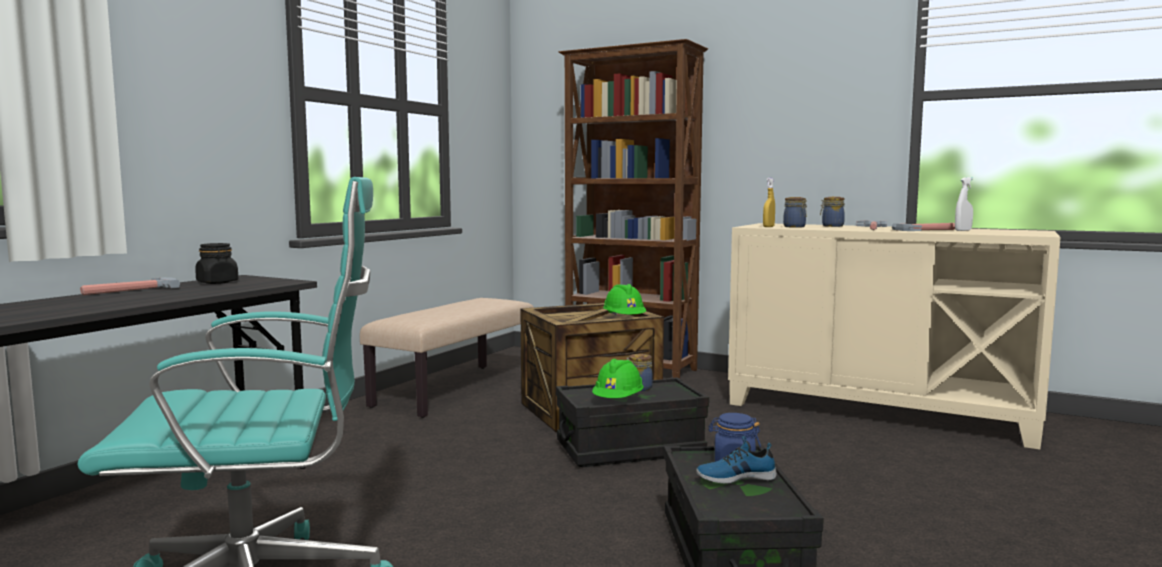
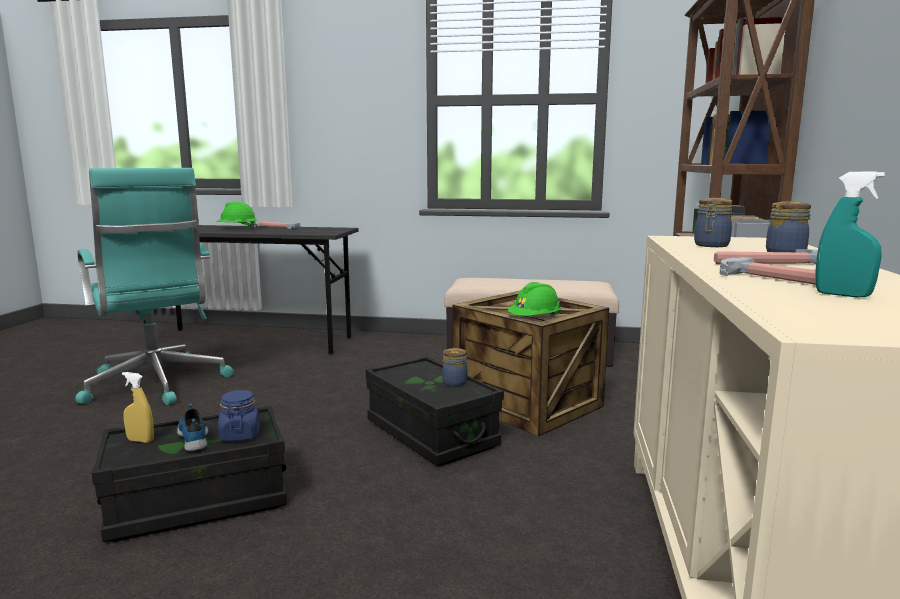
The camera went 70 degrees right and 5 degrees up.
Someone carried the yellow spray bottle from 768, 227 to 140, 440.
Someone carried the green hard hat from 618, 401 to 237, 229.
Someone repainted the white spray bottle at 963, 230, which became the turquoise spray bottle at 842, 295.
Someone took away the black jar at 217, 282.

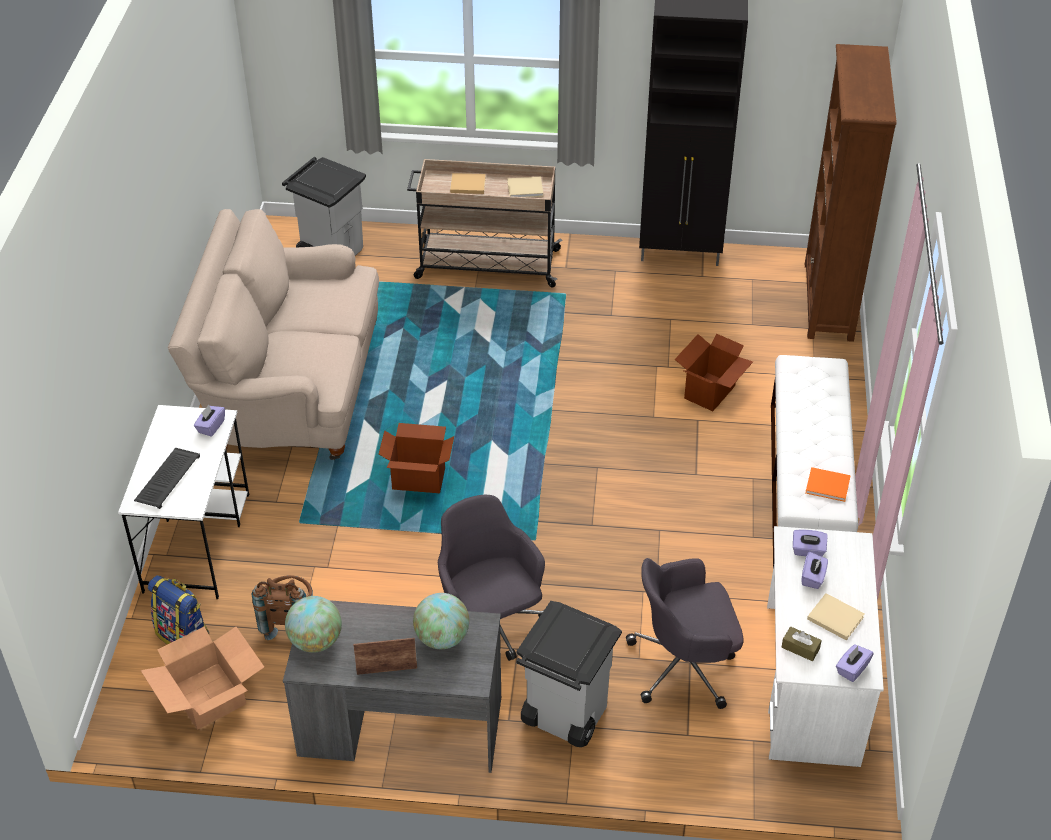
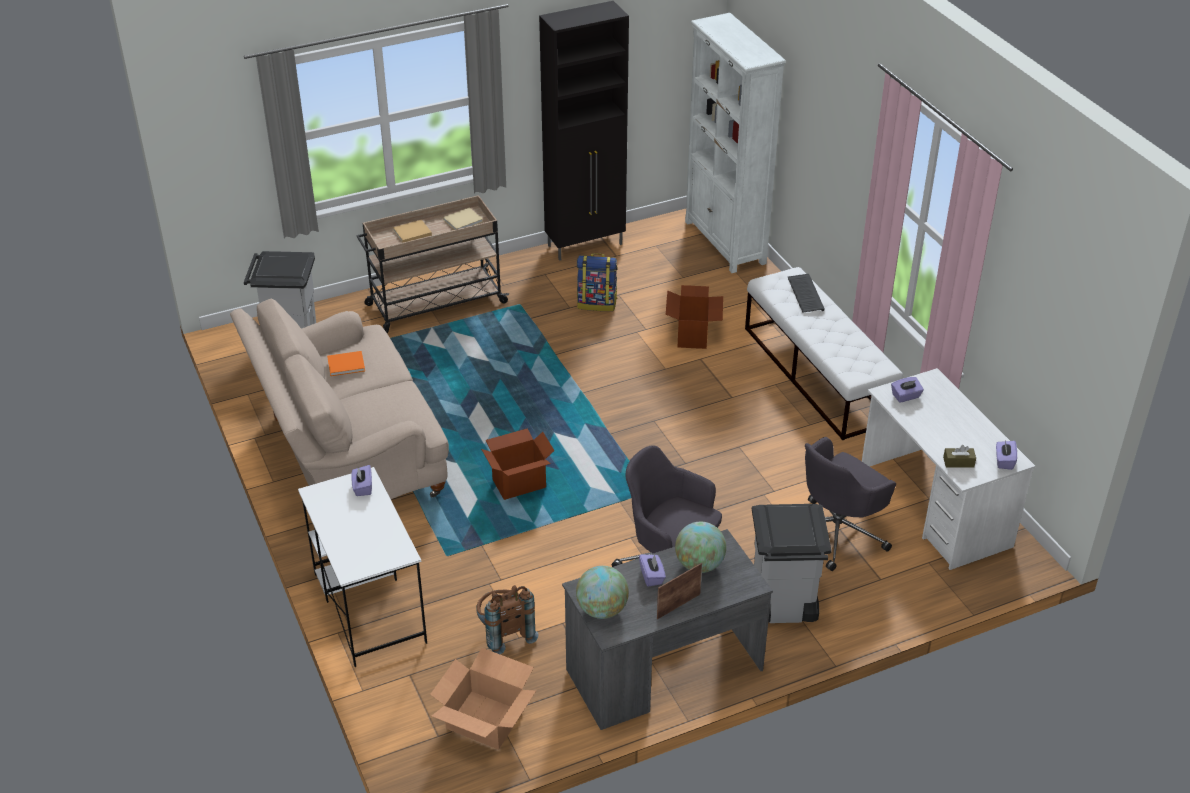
The camera went 30 degrees left and 5 degrees down.
Someone carried the orange book from 829, 486 to 347, 364.
Someone carried the backpack from 184, 636 to 597, 303.
Someone carried the purple tissue box from 813, 578 to 652, 576.
Someone repainted the brown bookcase at 828, 302, which became the white bookcase at 725, 243.
Someone carried the keyboard from 167, 478 to 804, 294.
Someone took away the beige book at 834, 617.

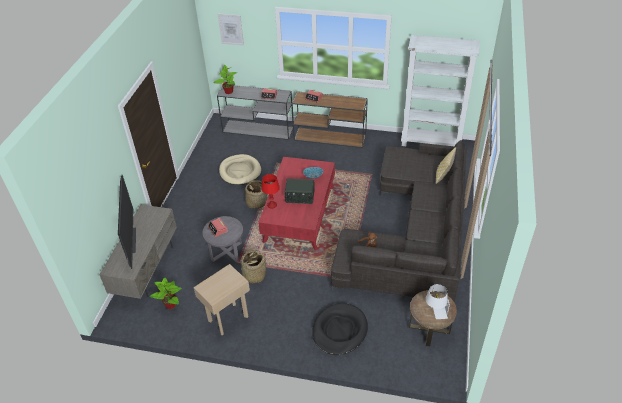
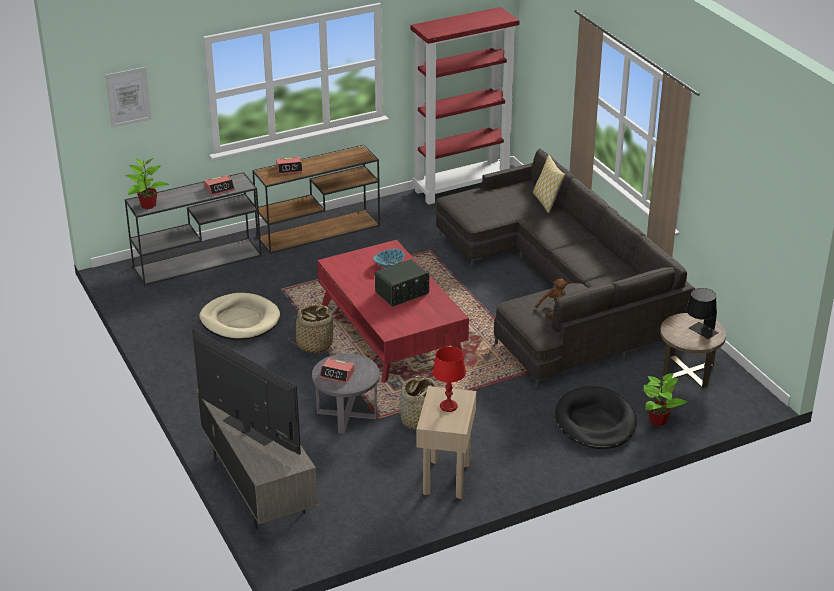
The camera went 40 degrees left and 10 degrees down.
Someone repainted the white bookcase at 431, 143, which became the red bookcase at 462, 187.
Someone carried the red table lamp from 272, 205 to 448, 406.
Someone carried the potted plant from 171, 305 to 658, 420.
Someone repainted the white table lamp at 435, 311, which became the black table lamp at 699, 332.

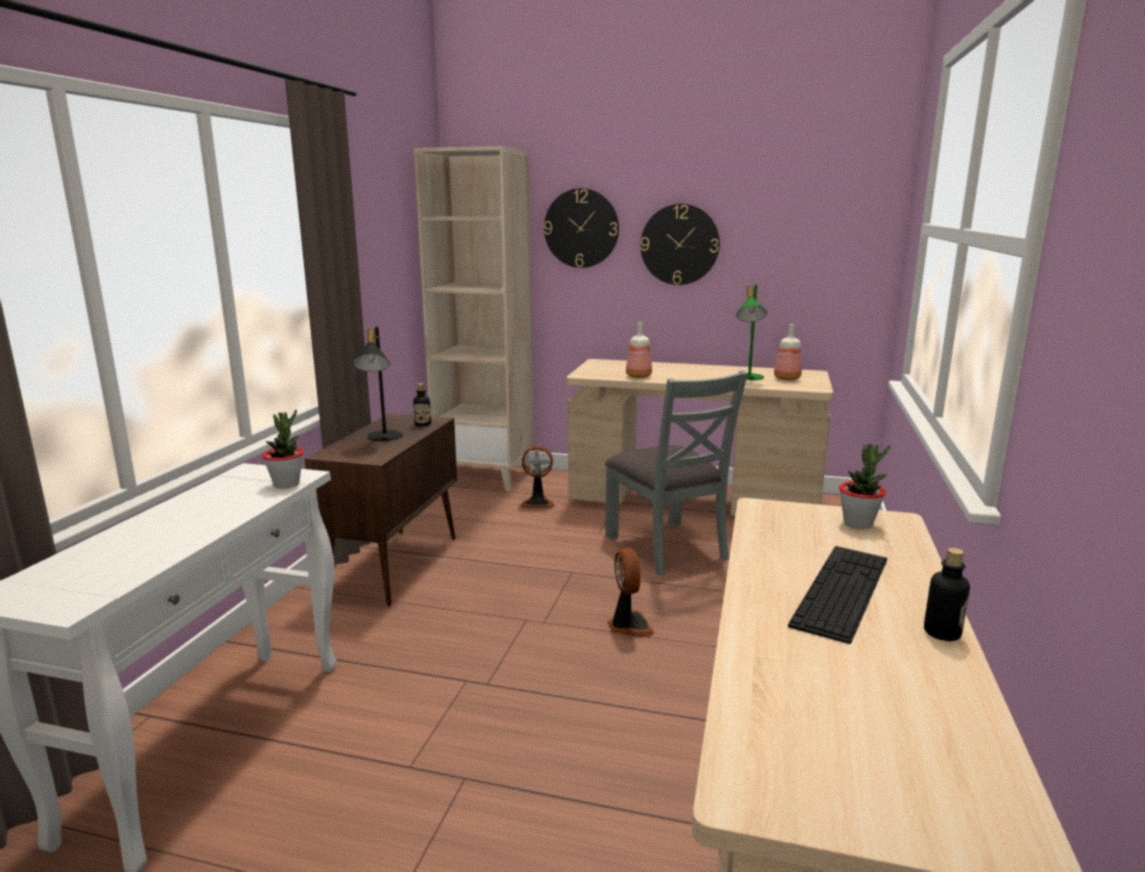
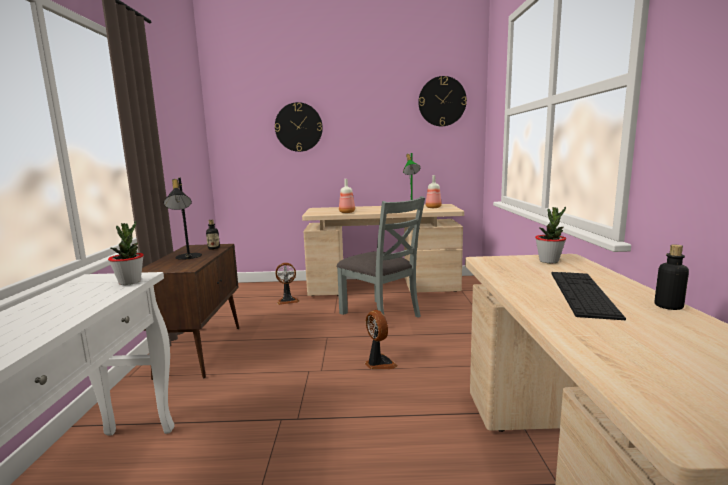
The camera went 15 degrees left and 5 degrees down.
Someone carried the wall clock from 679, 244 to 442, 101.
Someone took away the beige bookcase at 486, 477.

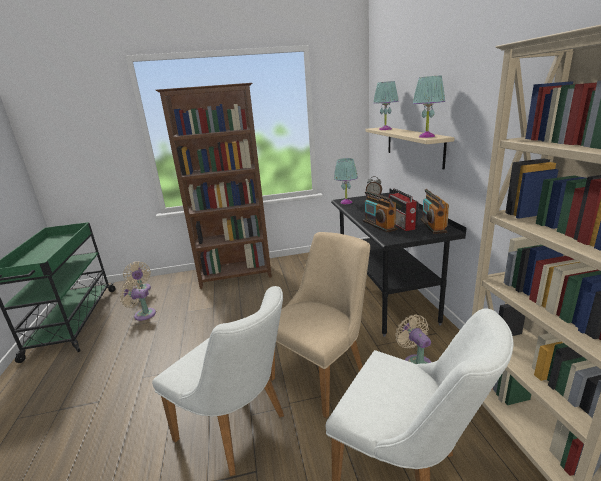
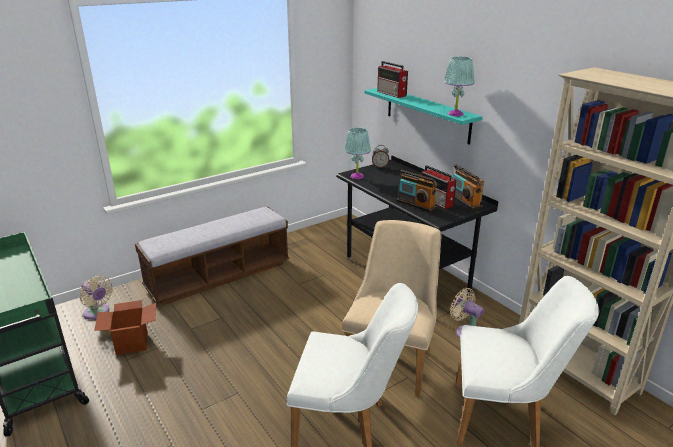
The camera went 25 degrees left and 5 degrees up.
Someone swapped the beige fan at 142, 314 for the cardboard box at 132, 343.
Someone swapped the brown bookcase at 236, 276 for the bench at 219, 275.
Someone repainted the beige shelf at 413, 145, which became the turquoise shelf at 427, 114.
Someone swapped the turquoise table lamp at 385, 129 for the radio at 392, 94.

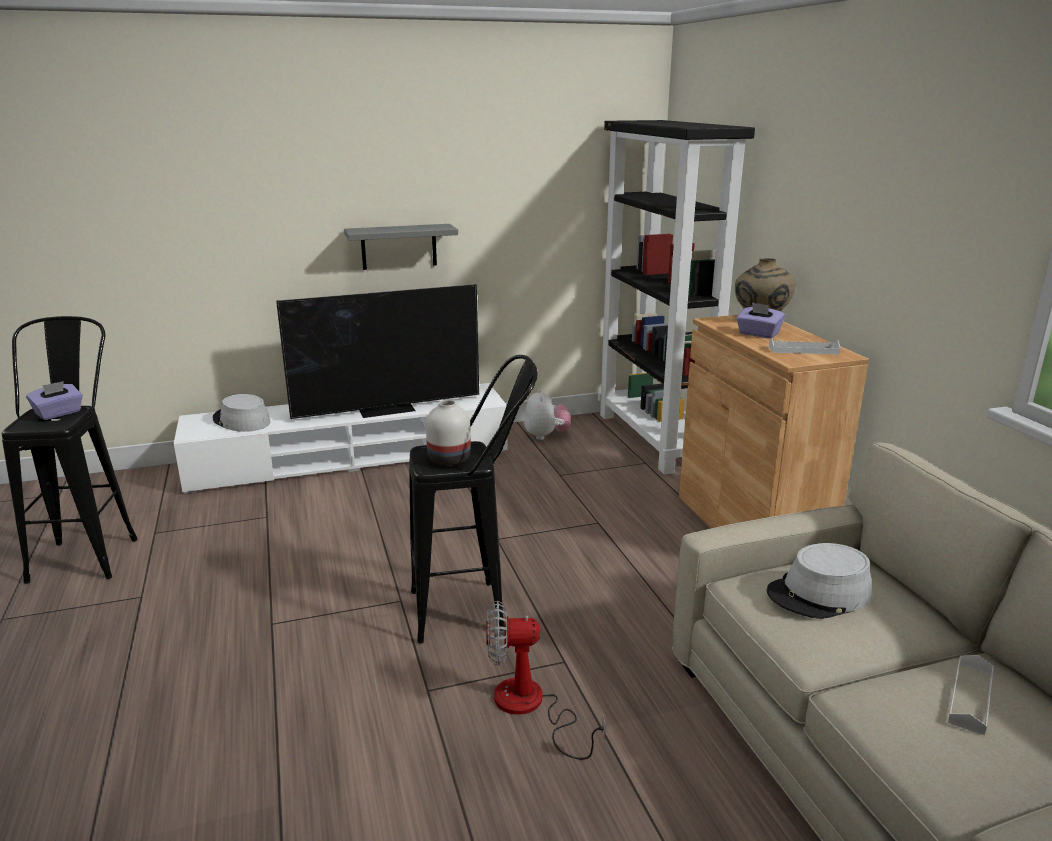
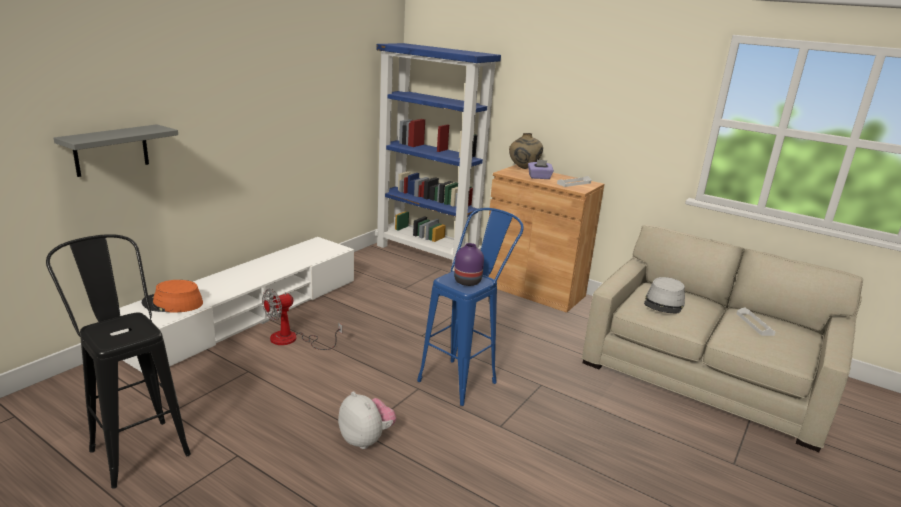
The camera went 40 degrees left and 0 degrees up.
Someone carried the grey shelf from 399, 246 to 111, 150.
Someone repainted the grey hat at 241, 421, which became the orange hat at 172, 303.
Someone carried the fan from 530, 707 to 292, 340.
Someone carried the plush toy from 546, 436 to 366, 439.
Someone repainted the black bookcase at 654, 439, which became the blue bookcase at 427, 254.
Someone repainted the black stool at 475, 609, which became the blue stool at 464, 377.
Someone repainted the white vase at 449, 460, which became the purple vase at 468, 282.
Someone took away the purple tissue box at 59, 413.
Someone took away the television at 387, 409.

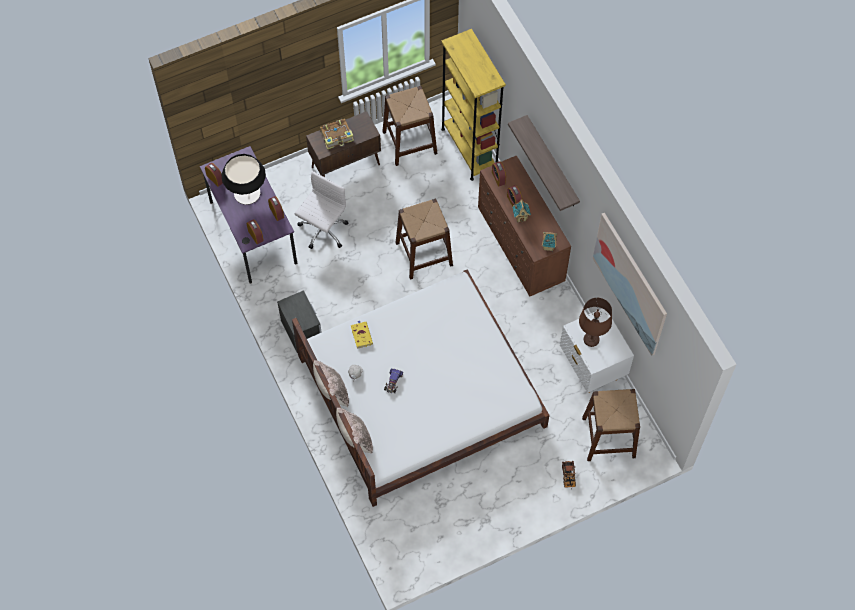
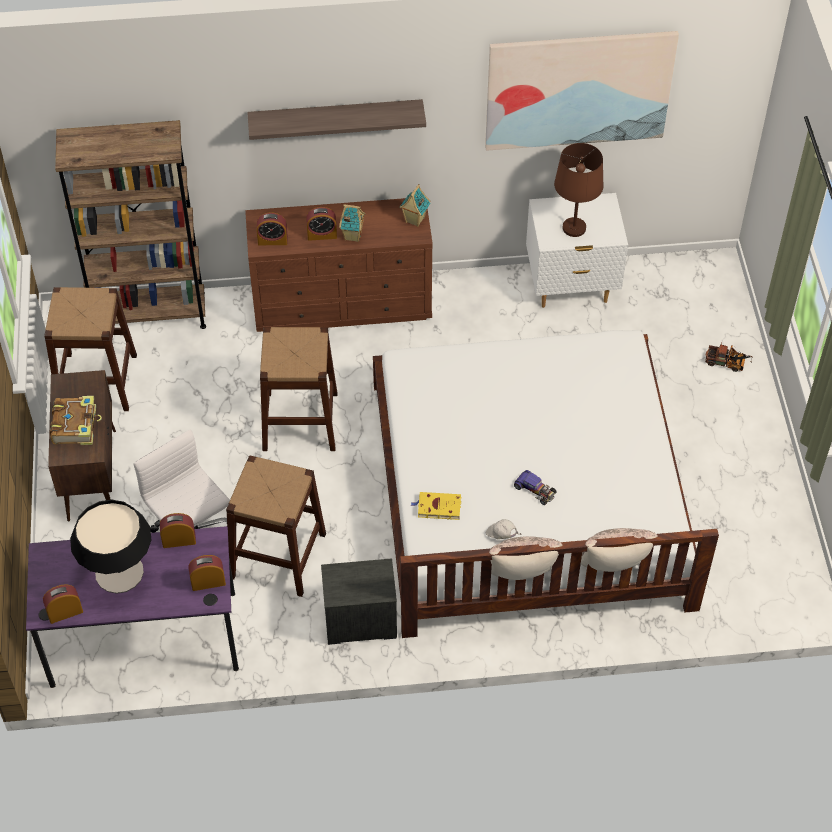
The camera went 70 degrees left and 10 degrees down.
Someone repainted the yellow bookcase at 469, 148, which became the brown bookcase at 150, 314.
Someone carried the brown stool from 608, 437 to 277, 555.

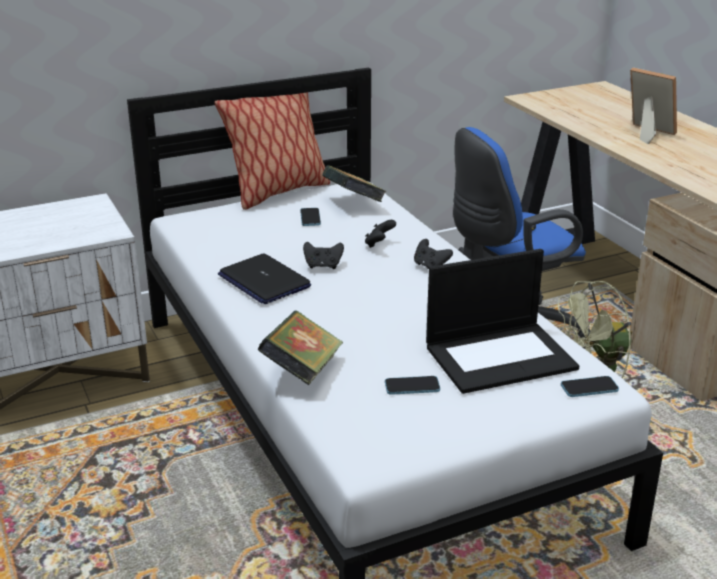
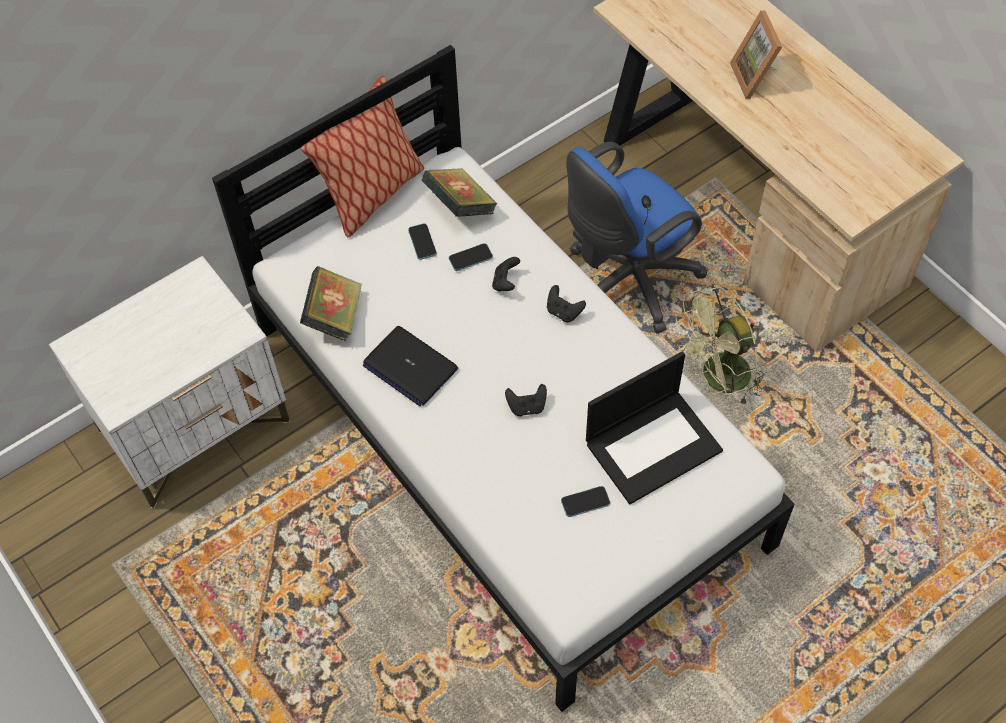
The camera went 10 degrees left and 30 degrees up.
Someone carried the book from 302, 371 to 334, 316.
Someone carried the phone from 589, 388 to 470, 258.
Someone carried the black game controller from 323, 266 to 526, 407.
Someone rotated the picture frame at 646, 133 by 135 degrees counterclockwise.

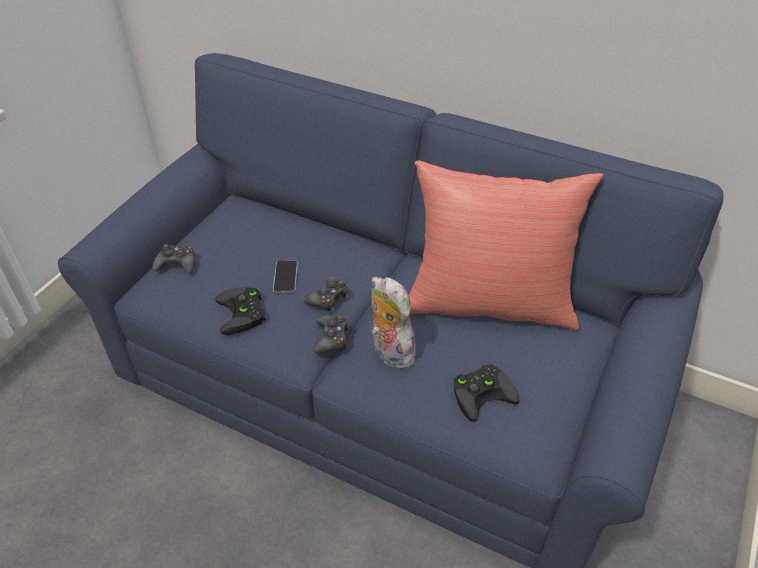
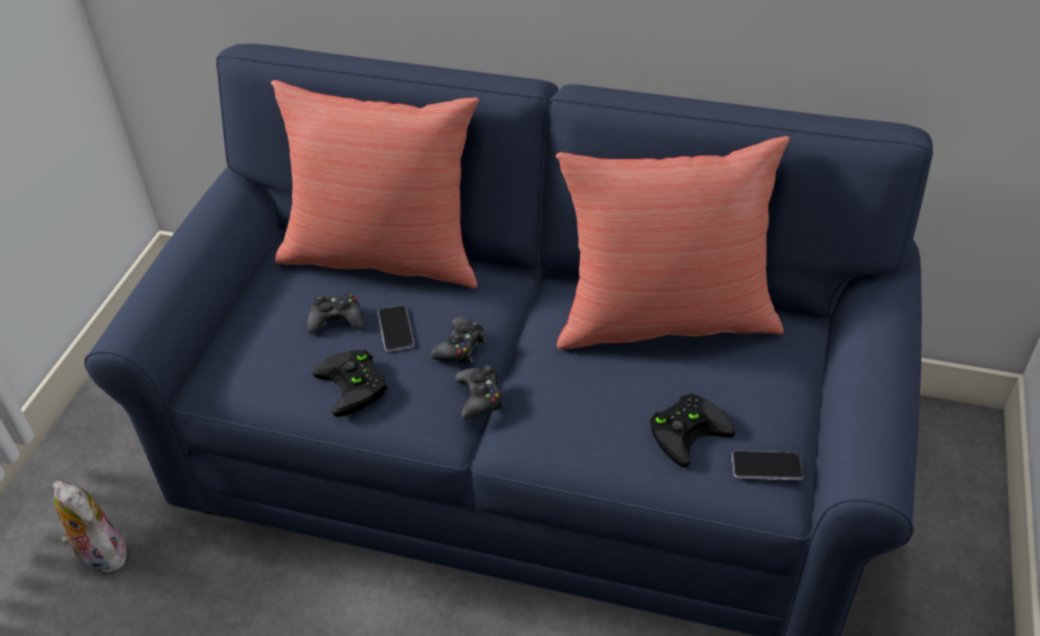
The camera went 10 degrees left and 0 degrees up.
Someone carried the plush toy from 389, 352 to 99, 554.
Someone put down the red pillow at 383, 256.
Someone carried the black game controller from 177, 264 to 336, 320.
Someone put down the phone at 766, 466.

